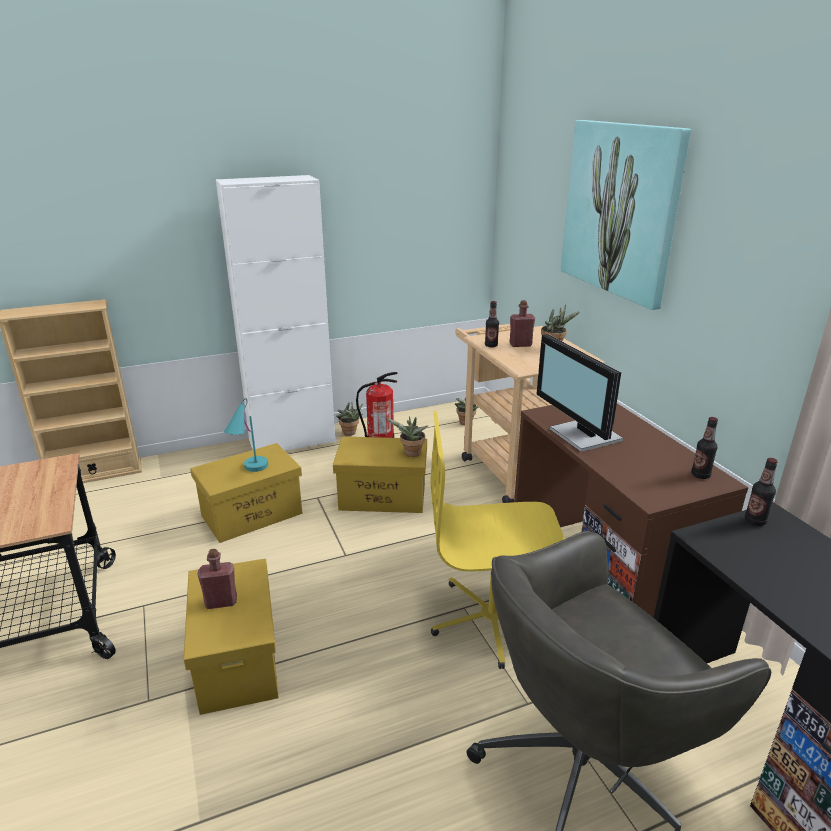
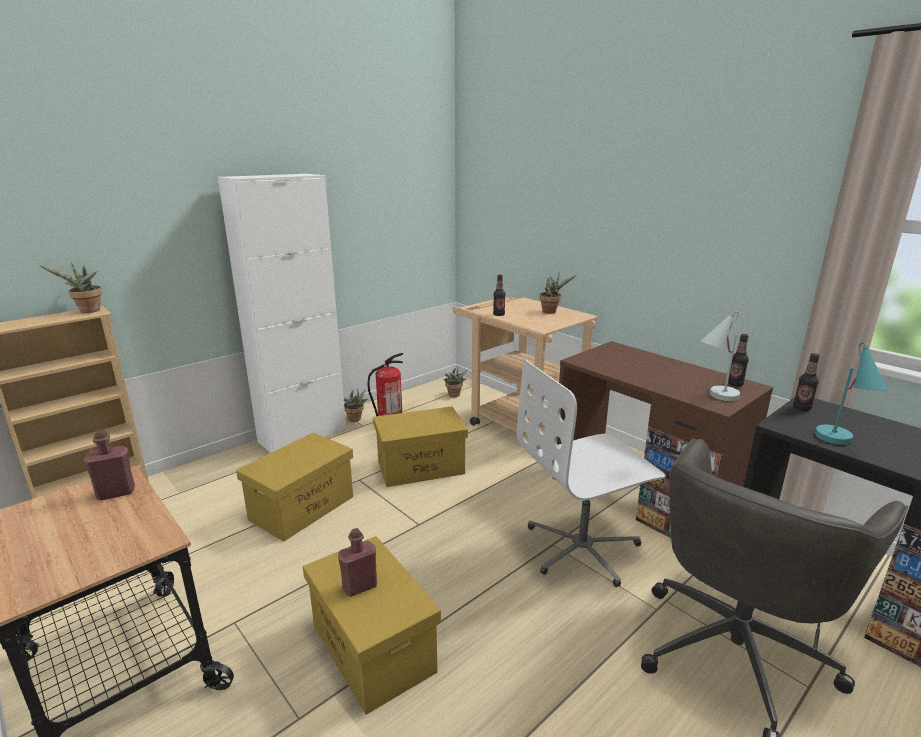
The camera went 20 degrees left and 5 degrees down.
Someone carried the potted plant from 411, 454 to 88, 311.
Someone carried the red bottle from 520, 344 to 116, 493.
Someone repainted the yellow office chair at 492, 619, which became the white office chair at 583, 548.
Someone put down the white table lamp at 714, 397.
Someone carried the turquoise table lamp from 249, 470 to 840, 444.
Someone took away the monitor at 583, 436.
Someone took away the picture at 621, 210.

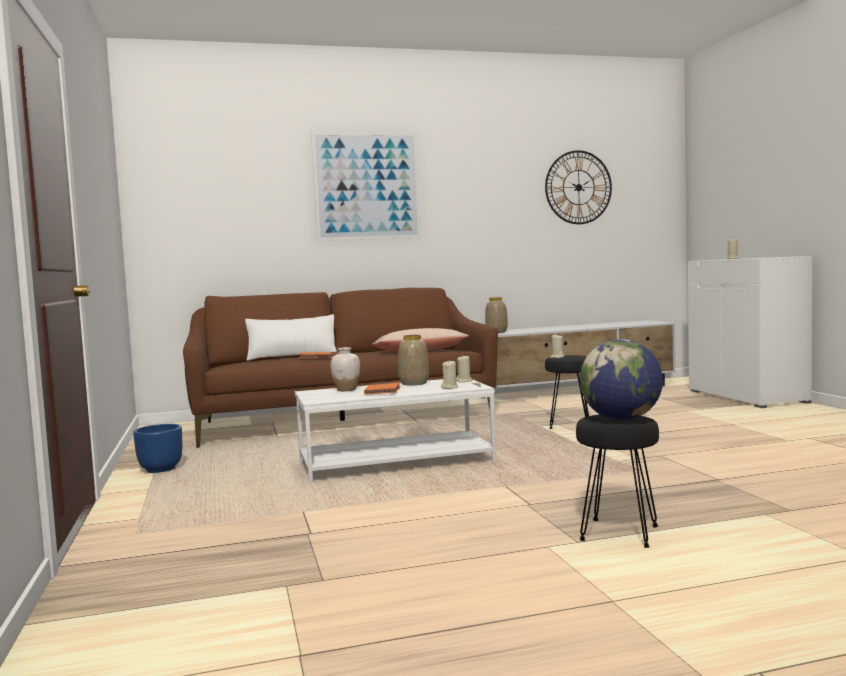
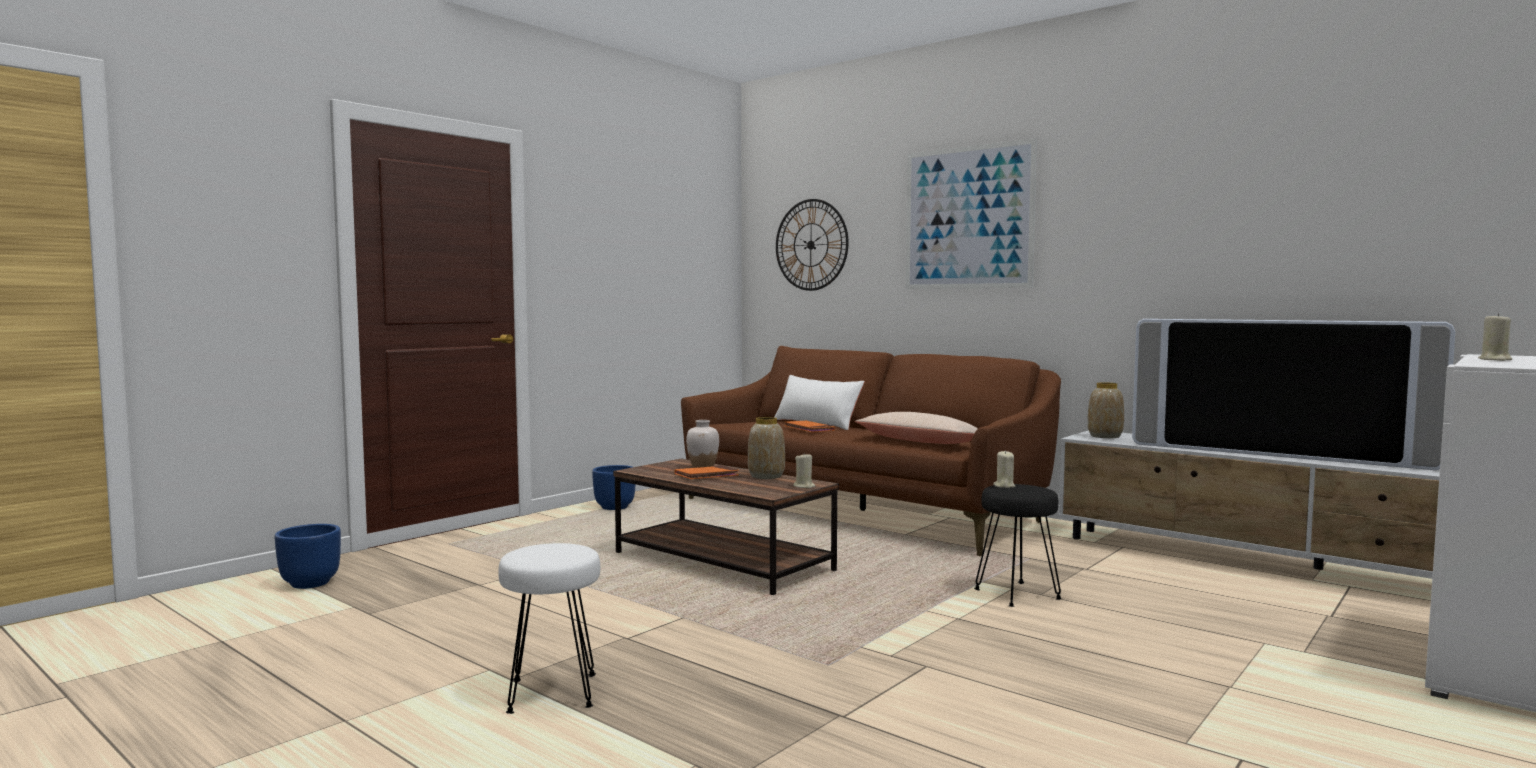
The camera went 55 degrees right and 0 degrees up.
Someone put down the blue planter at 310, 583.
Someone repainted the black stool at 618, 533, which became the white stool at 553, 692.
Someone repainted the white coffee table at 396, 462, which became the brown coffee table at 723, 562.
Someone carried the wall clock from 578, 187 to 811, 245.
Someone put down the television at 1276, 454.
Someone took away the beige candle at 450, 387.
Someone took away the globe at 621, 419.

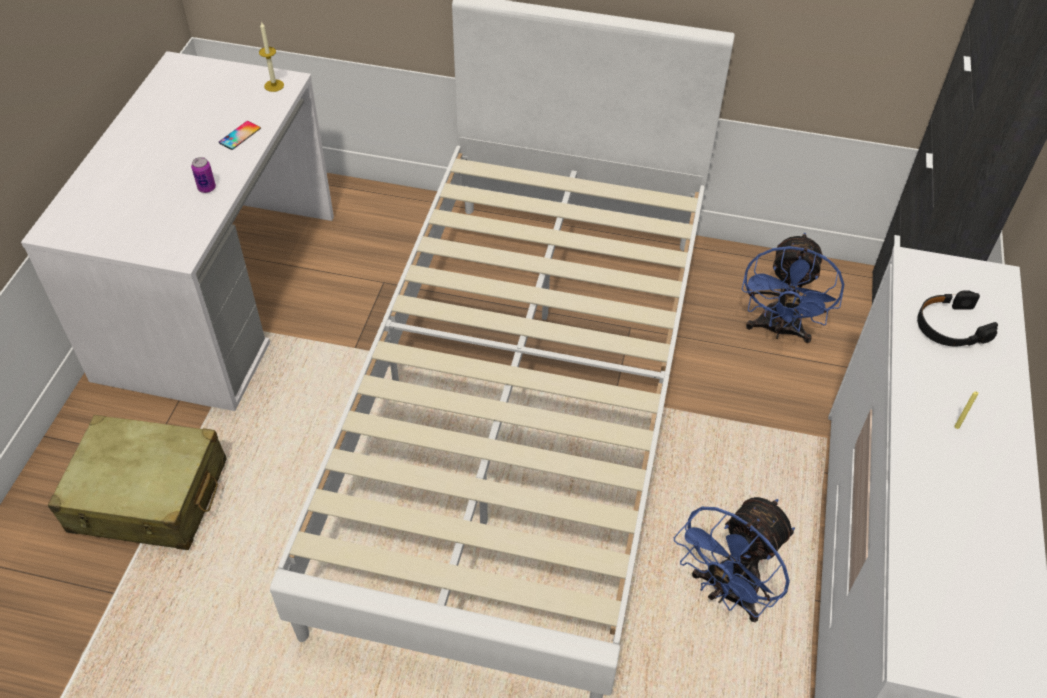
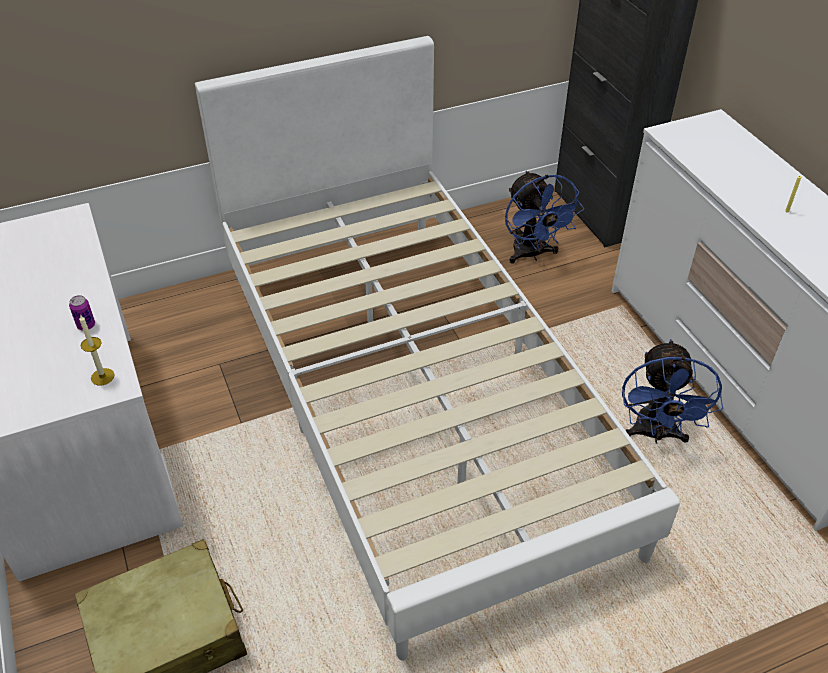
The camera went 35 degrees left and 5 degrees down.
Someone carried the candle from 274, 85 to 102, 376.
Someone took away the phone at 240, 135.
Someone took away the black headphones at 950, 326.

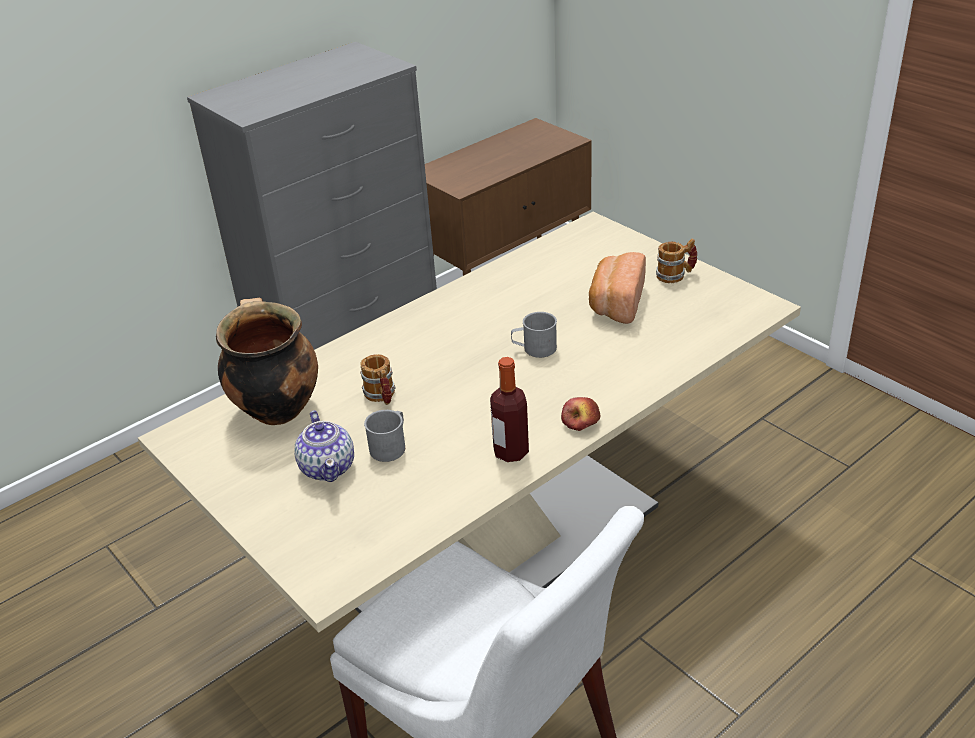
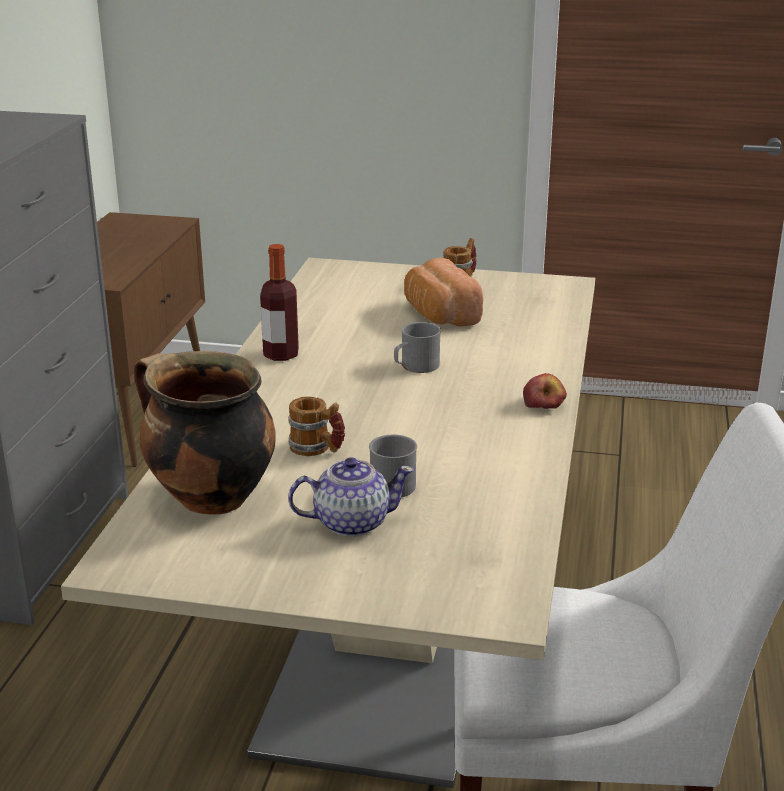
The camera went 40 degrees left and 10 degrees down.
Someone carried the bottle from 511, 452 to 281, 354.
Someone rotated the teapot at 328, 467 by 45 degrees counterclockwise.

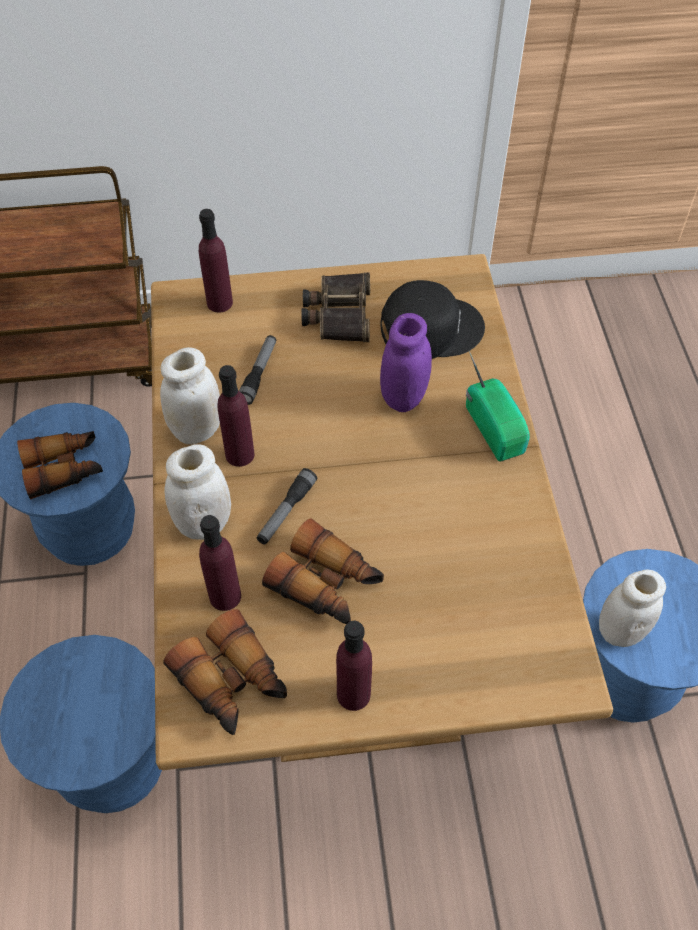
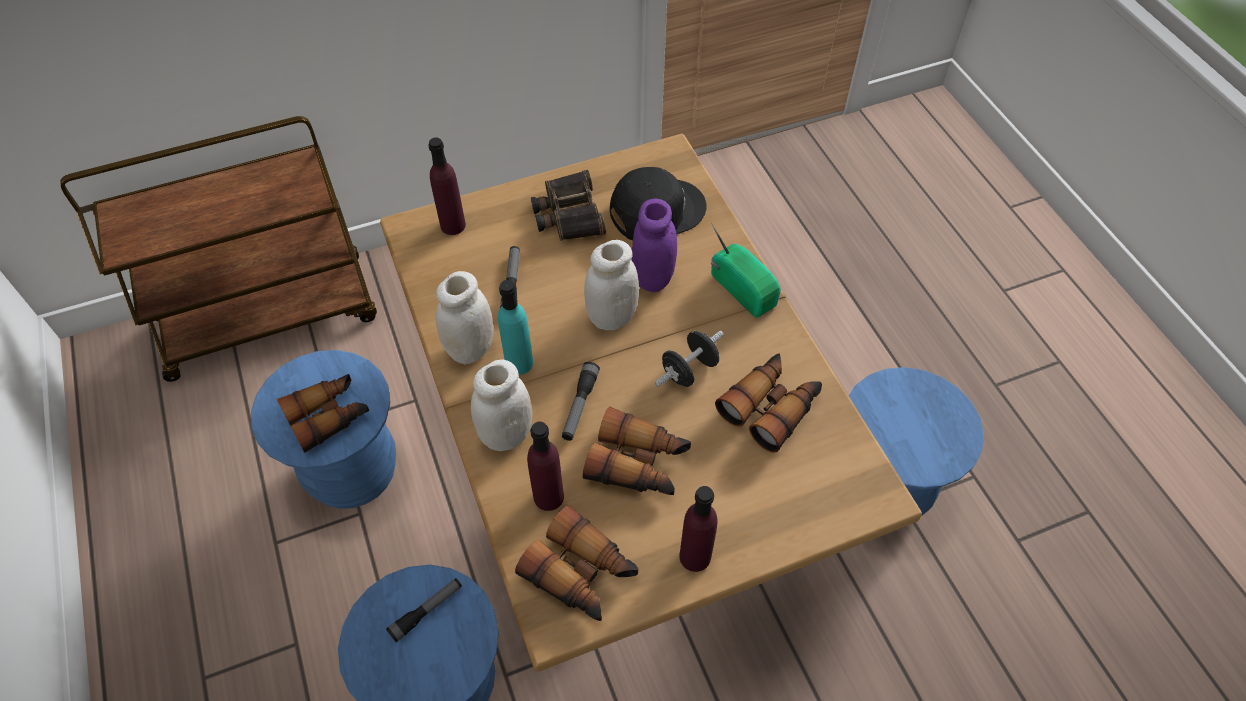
The camera went 15 degrees left and 0 degrees up.
Someone put down the flashlight at 426, 611.
Someone repainted the purple bottle at 240, 454, which became the turquoise bottle at 519, 363.
Someone carried the white jar from 620, 631 to 611, 317.
Someone put down the black dumbbell at 689, 370.
Someone put down the binoculars at 771, 407.

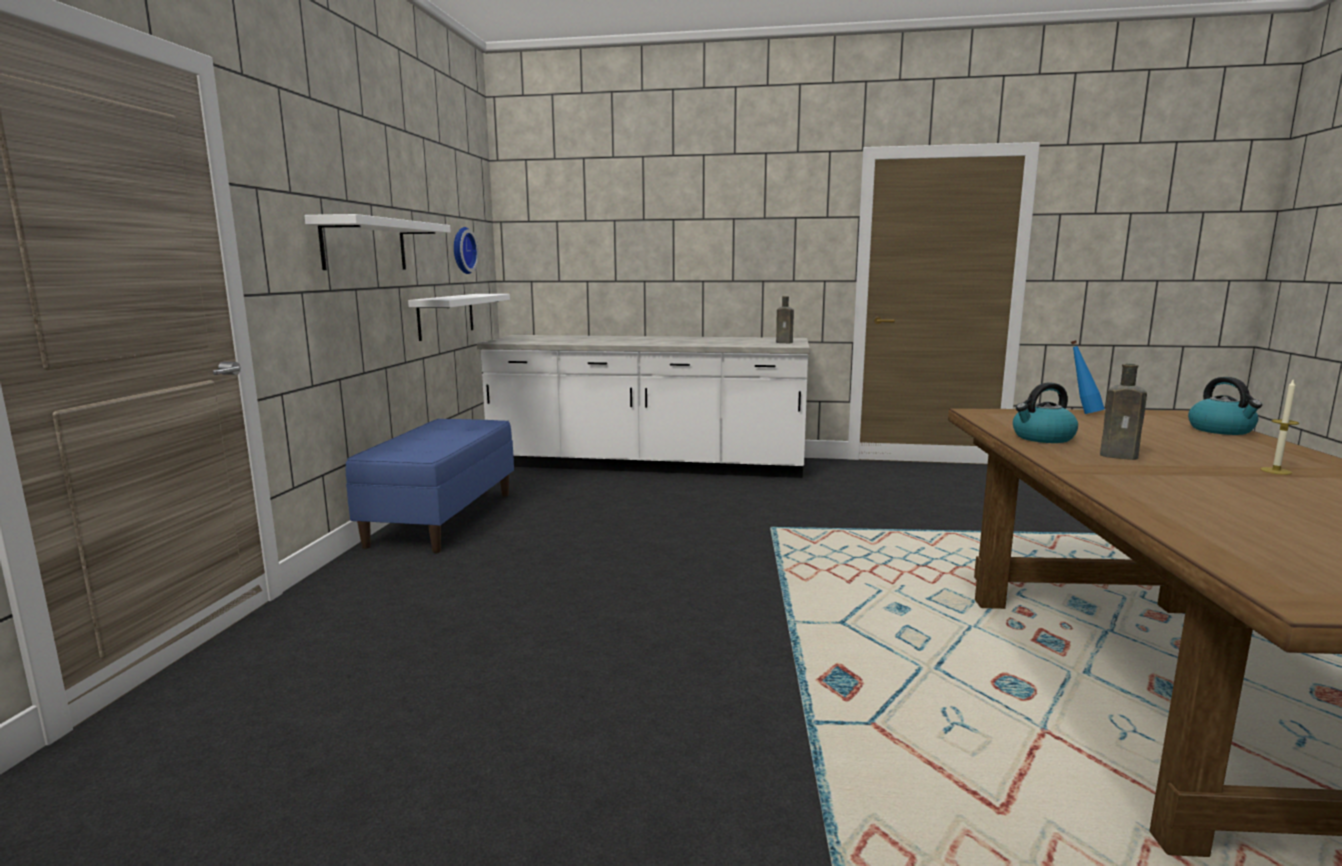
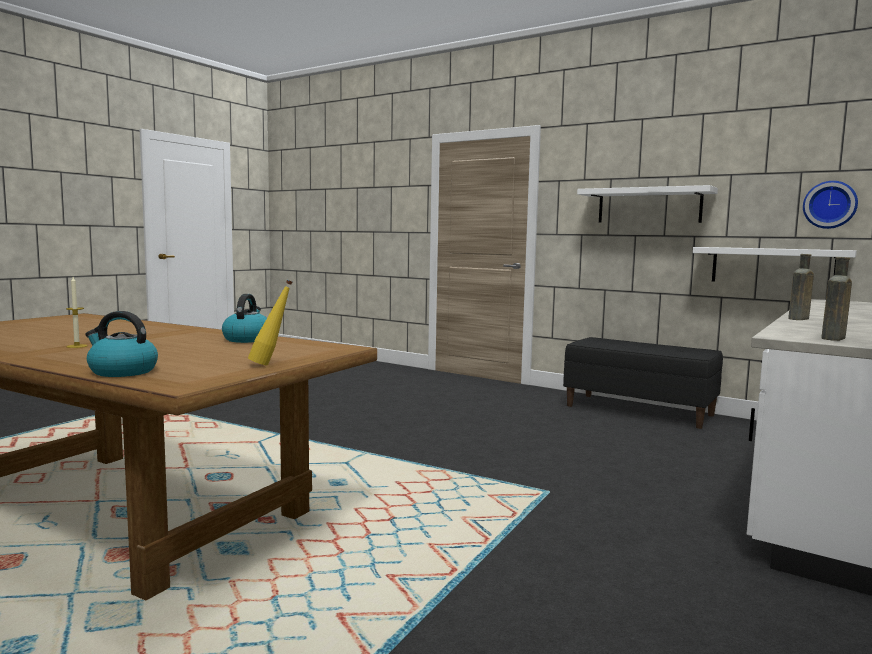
The camera went 115 degrees right and 5 degrees down.
Someone repainted the blue bottle at 1082, 413, which became the yellow bottle at 271, 364.
Someone repainted the blue bench at 442, 518, which became the black bench at 639, 410.
Someone carried the brown bottle from 1121, 456 to 798, 319.

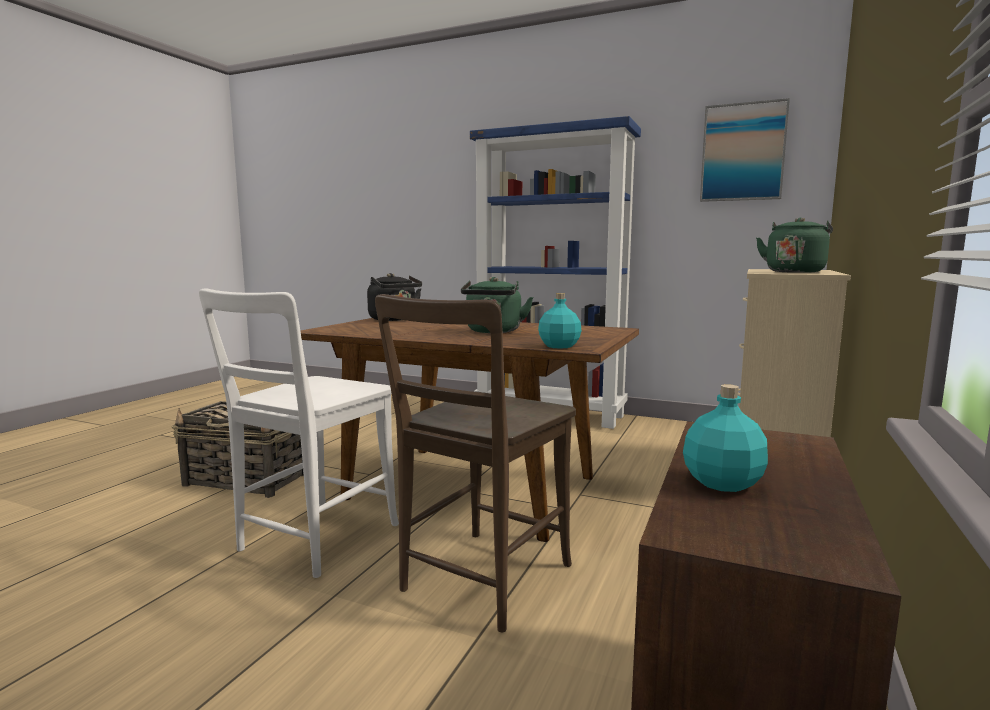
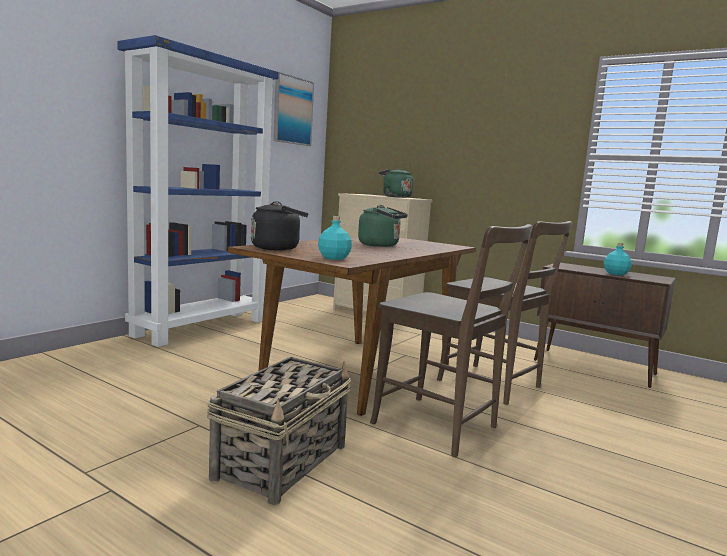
The camera went 80 degrees left and 0 degrees up.
Someone carried the turquoise bottle from 559, 346 to 334, 258.
Someone repainted the white chair at 313, 540, which became the brown chair at 440, 427.

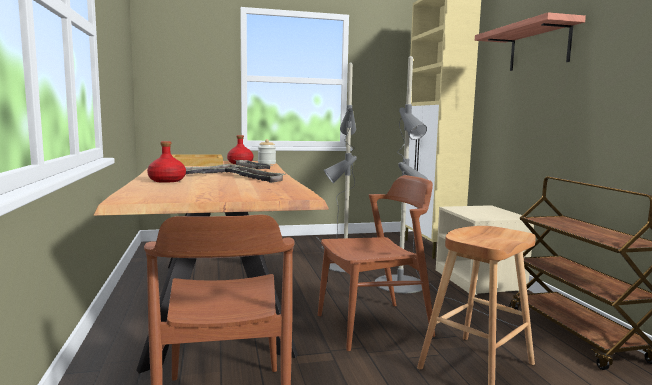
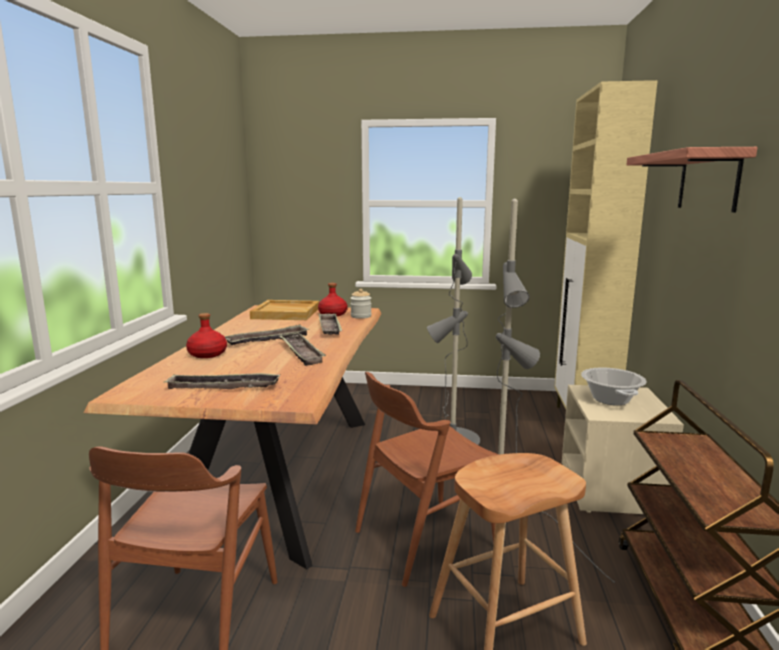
The camera went 20 degrees right and 5 degrees up.
Someone put down the tray at 223, 387.
Someone rotated the brown chair at 374, 325 by 150 degrees clockwise.
Someone put down the cooking pot at 610, 399.

